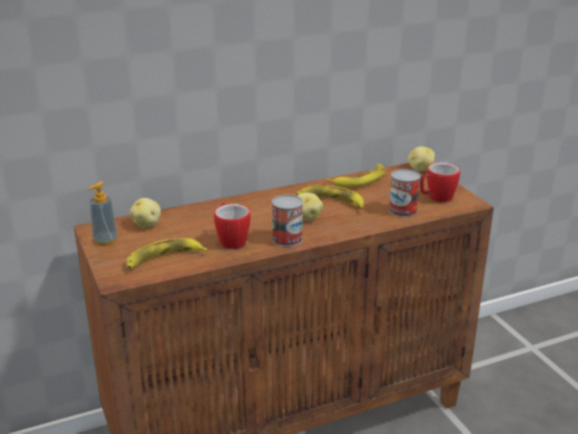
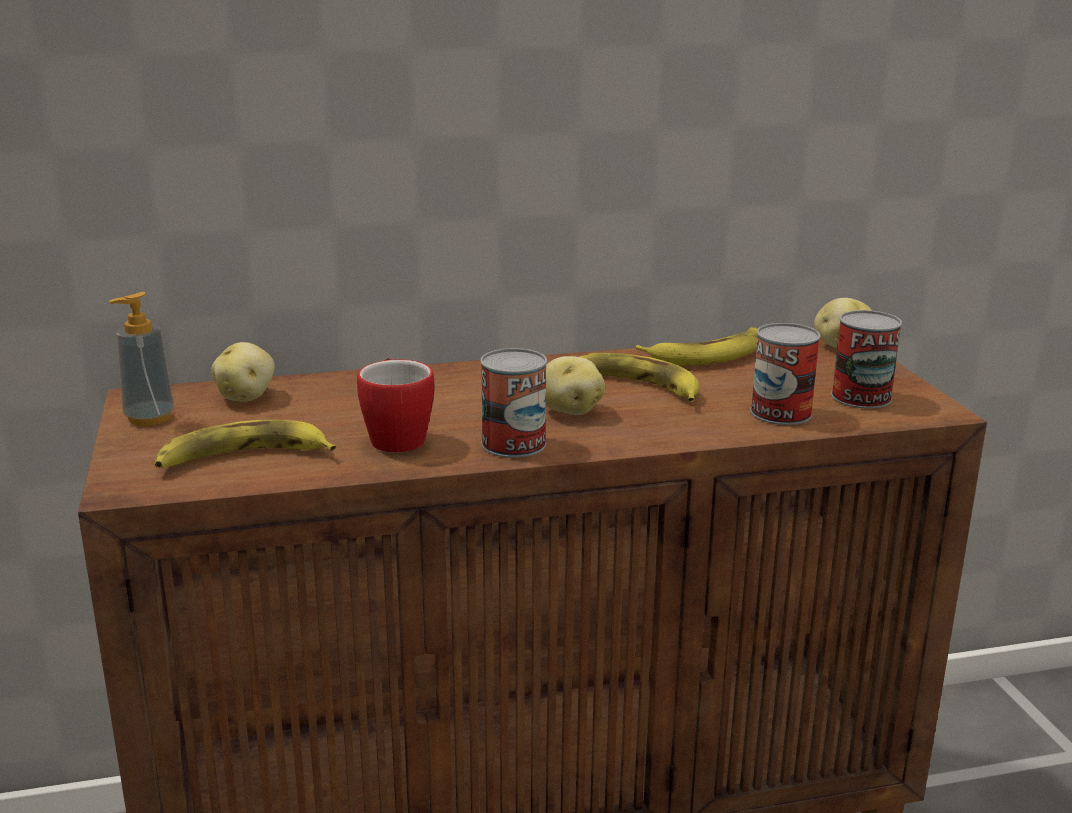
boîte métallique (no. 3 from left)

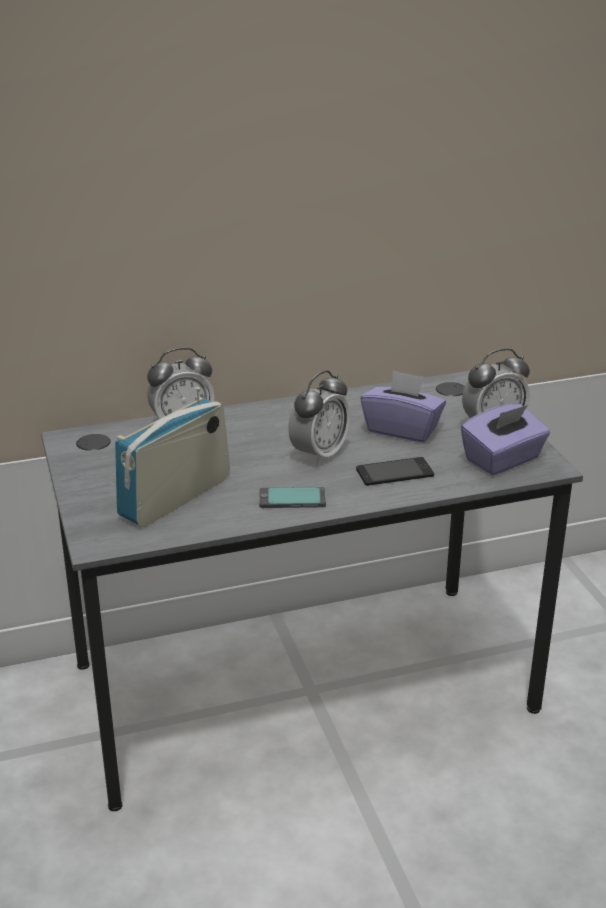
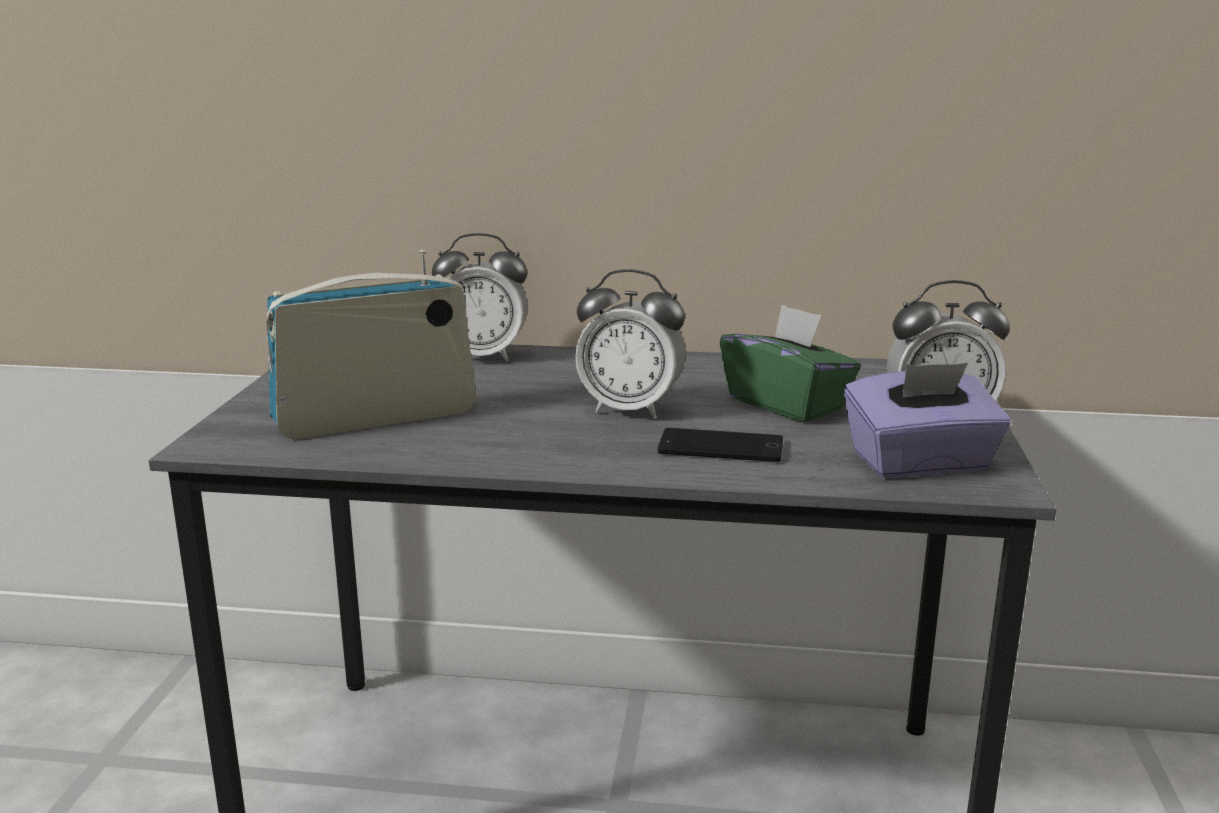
réveil (no. 2 from left)
boîte à mouchoirs [vert]
téléphone (no. 1 from left in the first image)

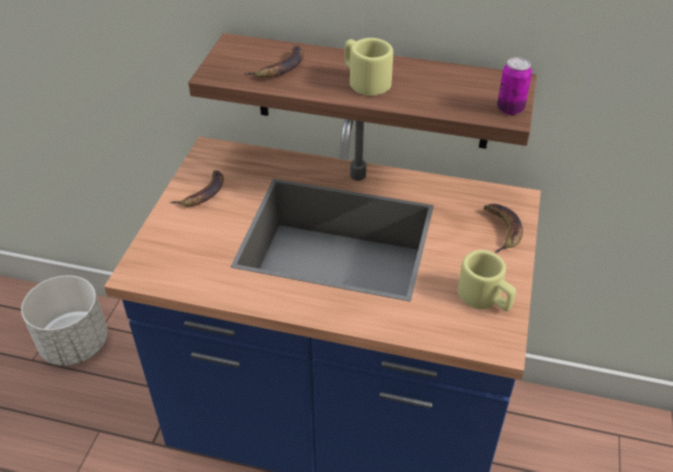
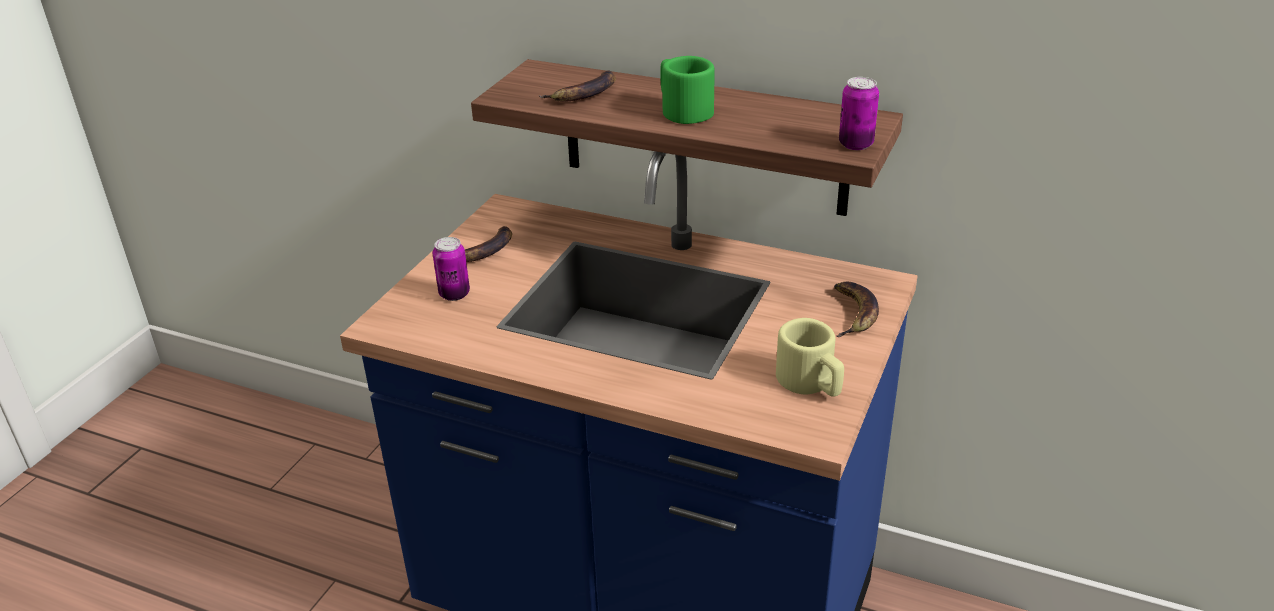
mug [vert]
cache-pot [blanc]
boîte métallique (no. 1 from left)

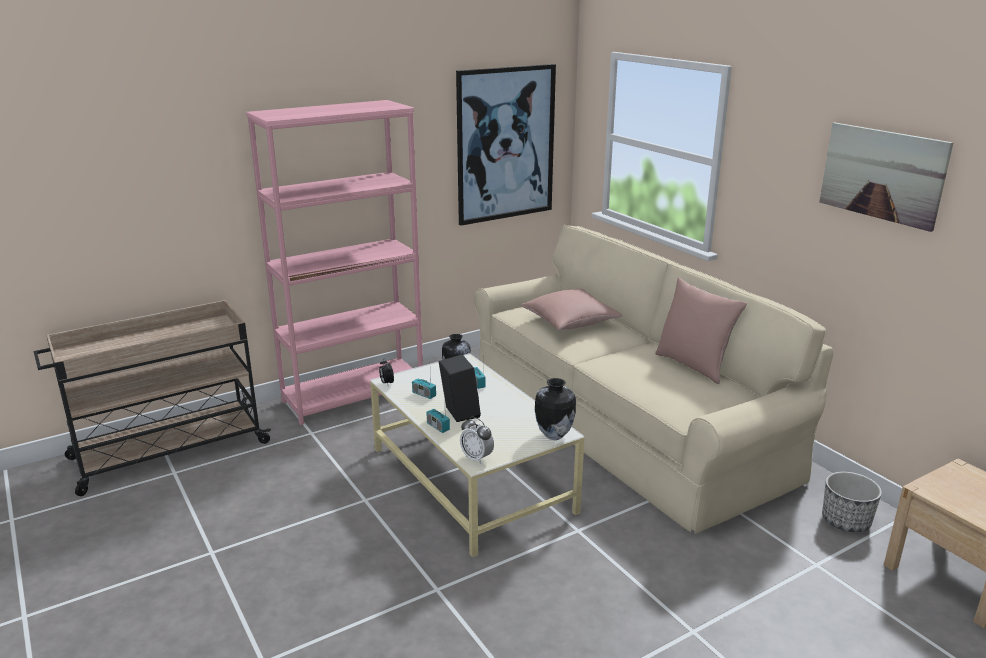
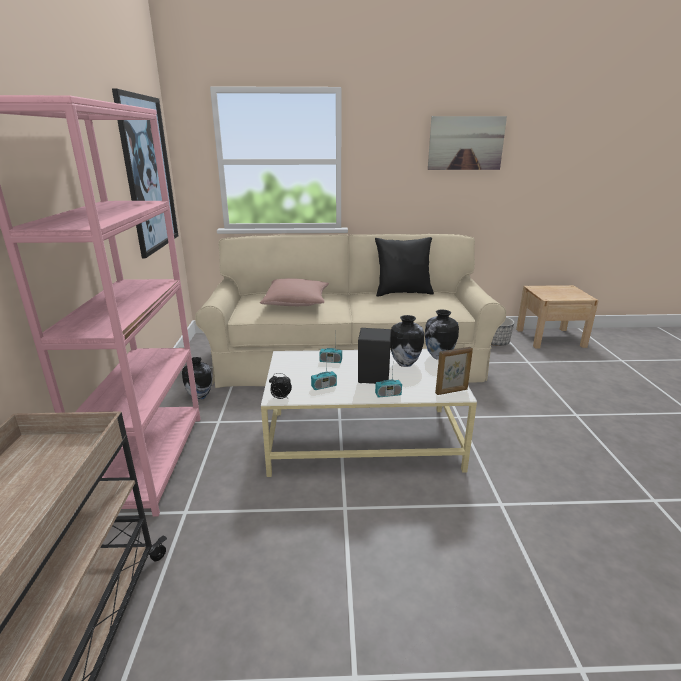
coussin [noir]
cadre photo
vase (no. 2 from left)

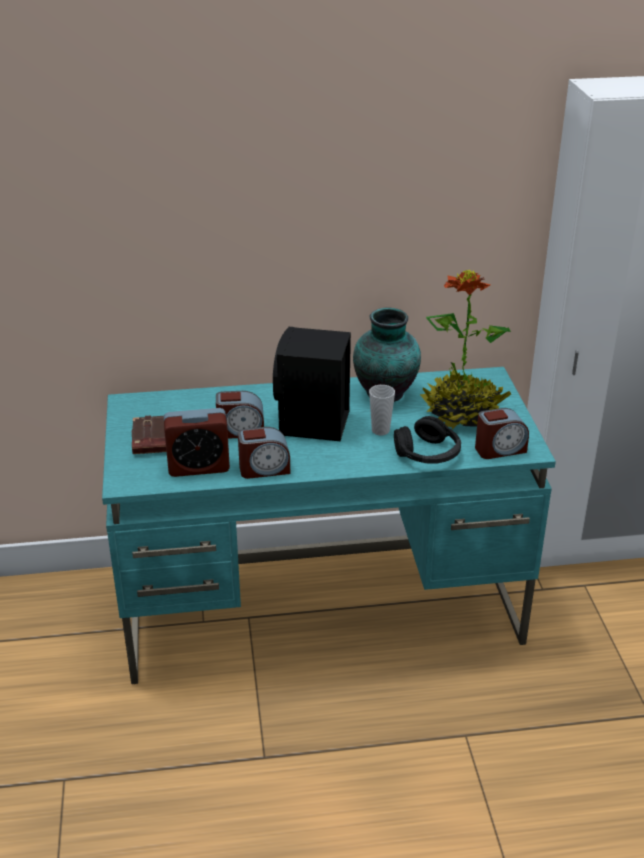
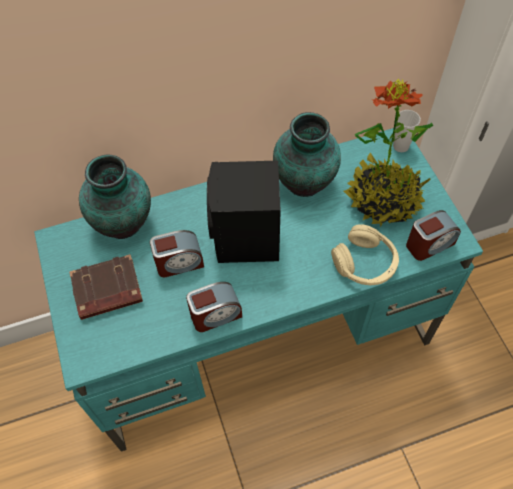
tasse
réveil (no. 1 from left in the first image)
casque audio [beige]
vase (no. 1 from left)

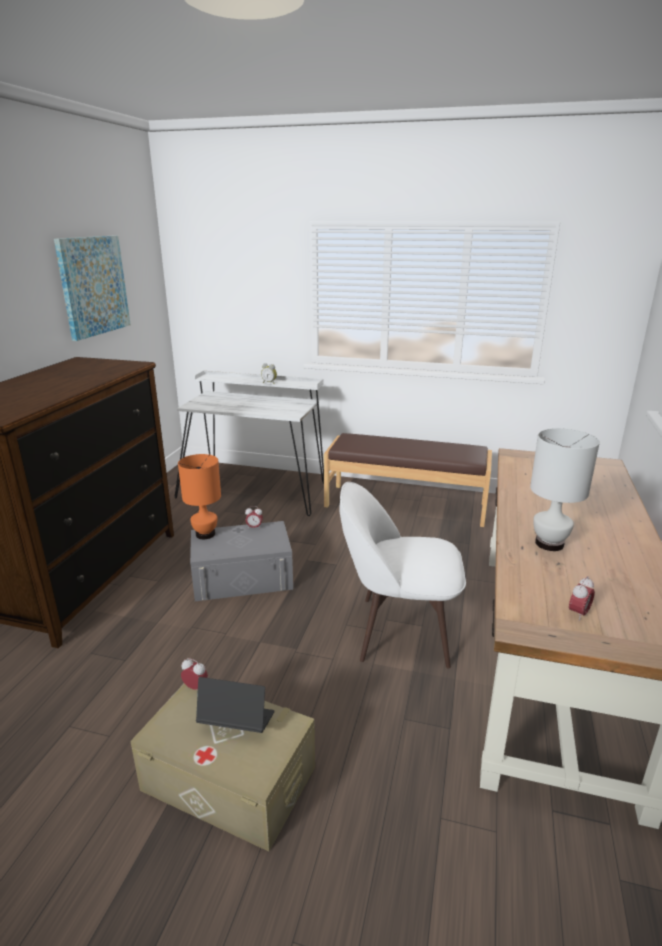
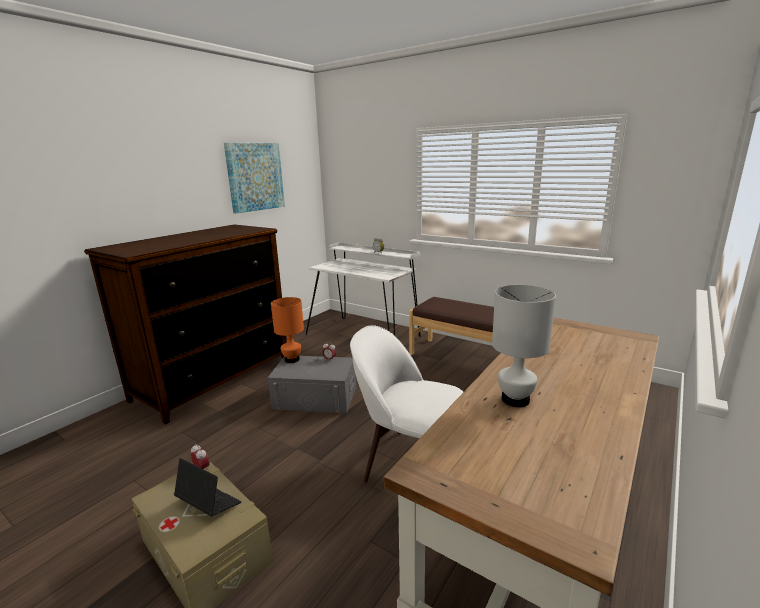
réveil (no. 4 from left in the first image)

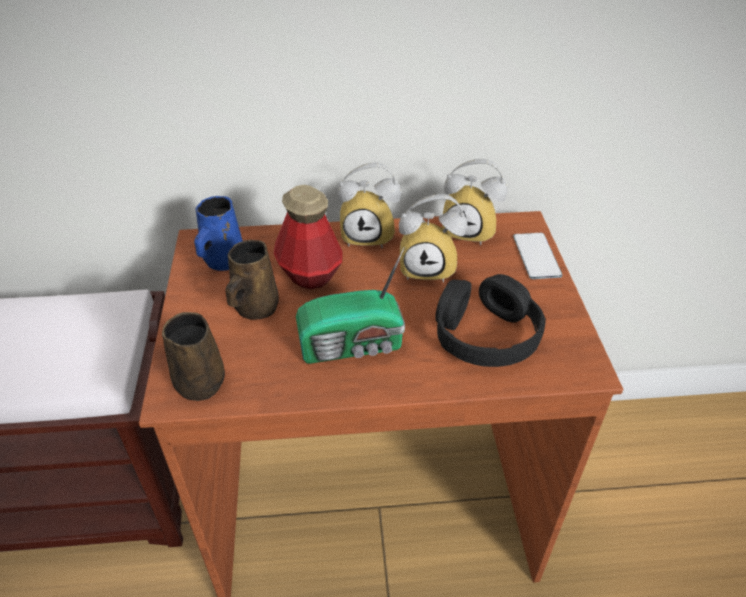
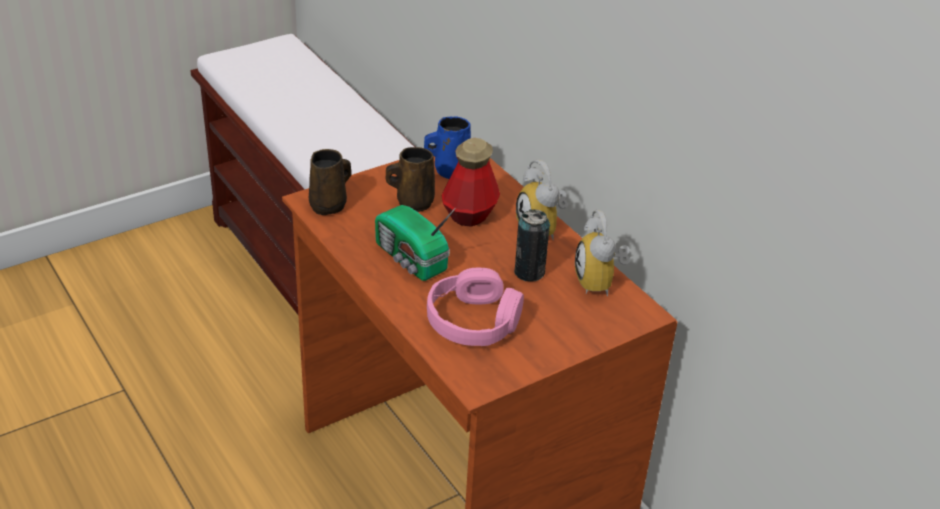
boîte métallique
téléphone
casque audio [rose]

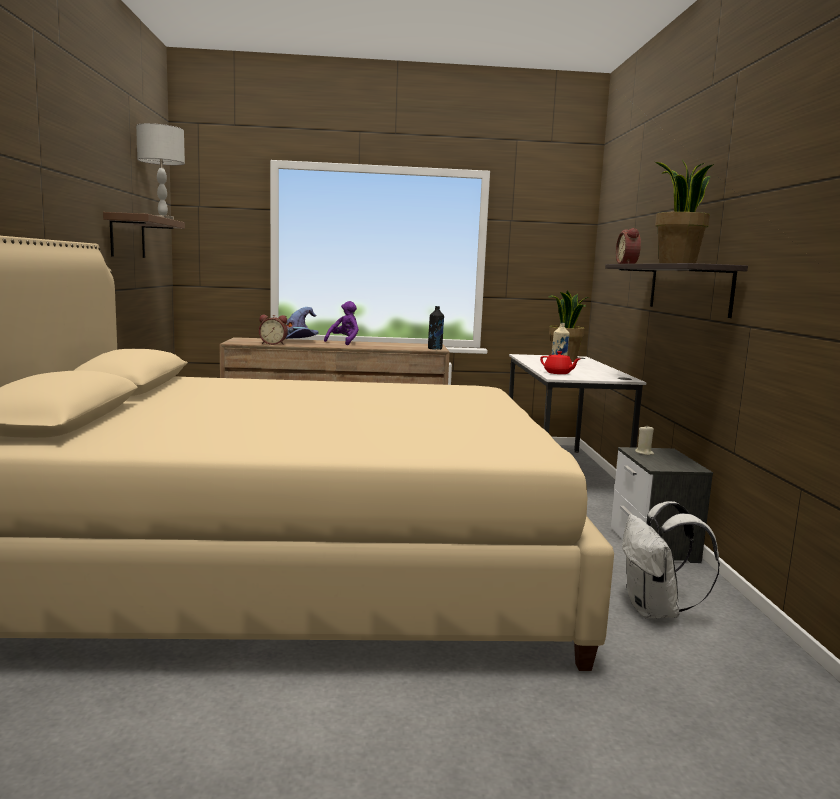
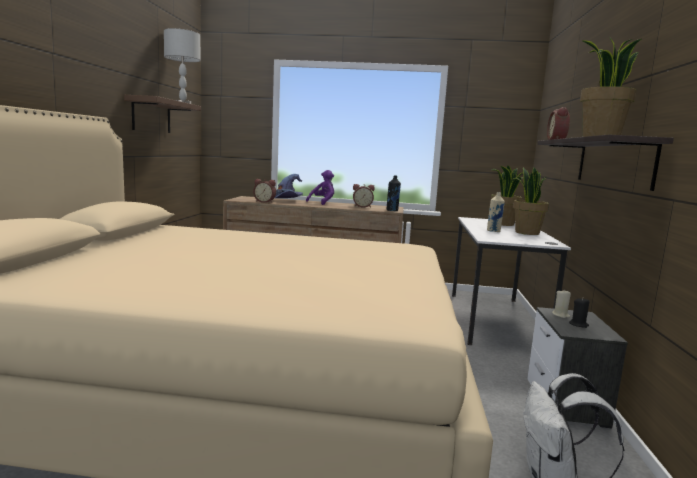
théière [rouge]
plante en pot (no. 2 from left)
réveil (no. 2 from left)
bougie [noir]

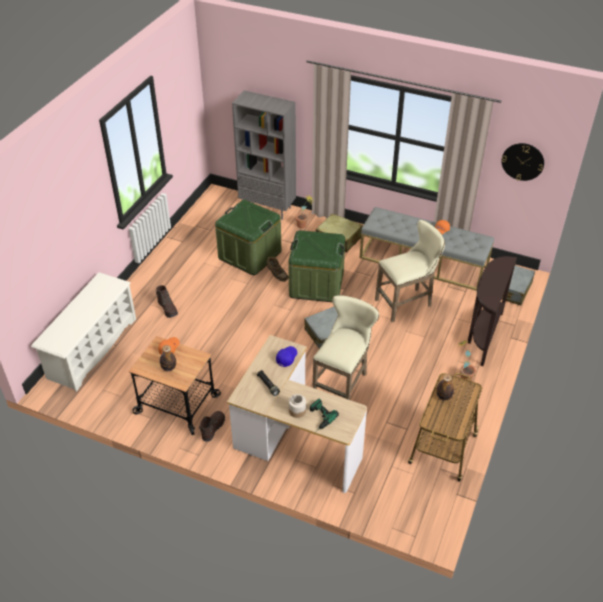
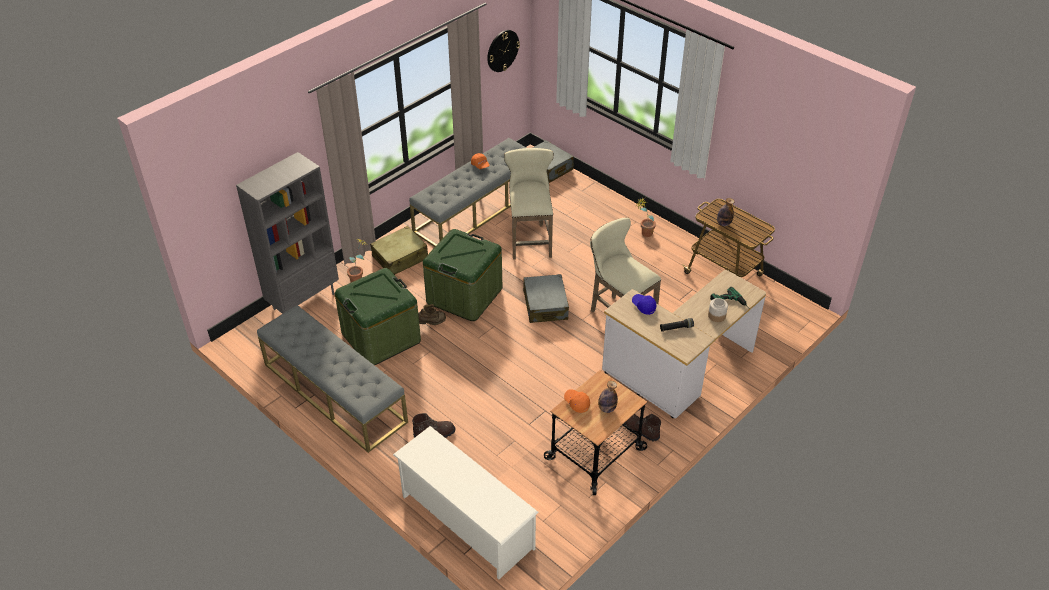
table console [marron]
banc [gris] (no. 1 from left)

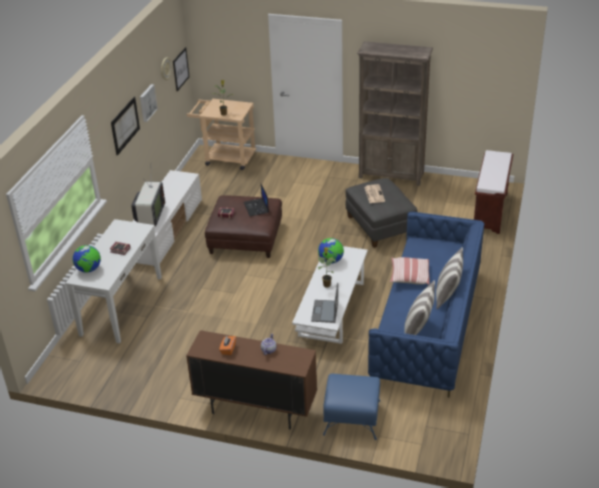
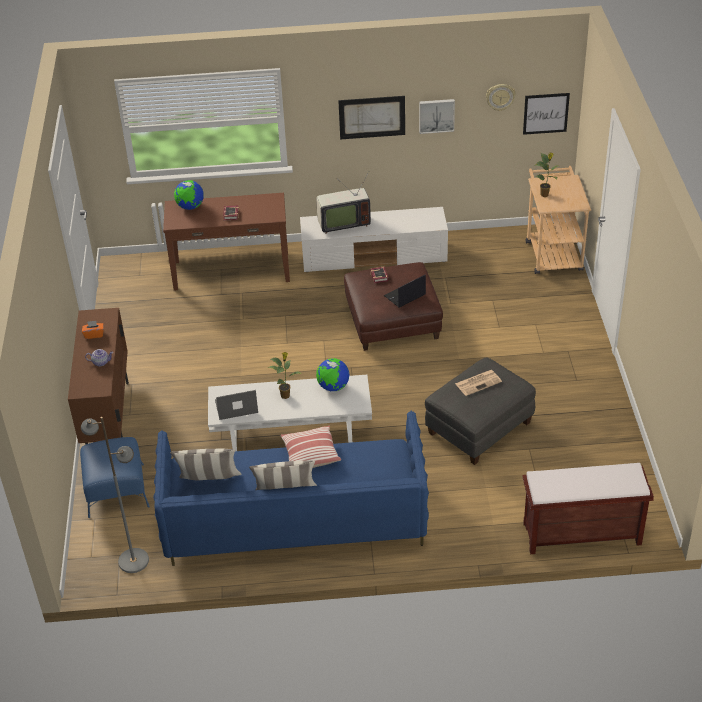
bibliothèque [marron]
table console [marron]
lampadaire [gris]

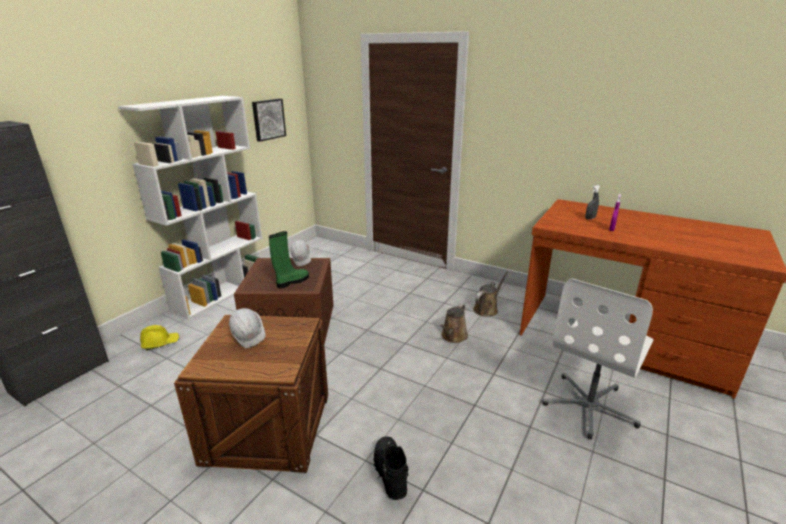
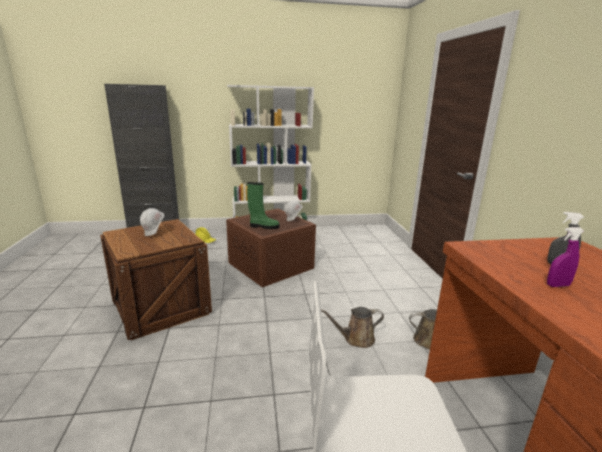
tableau
botte [noir]

